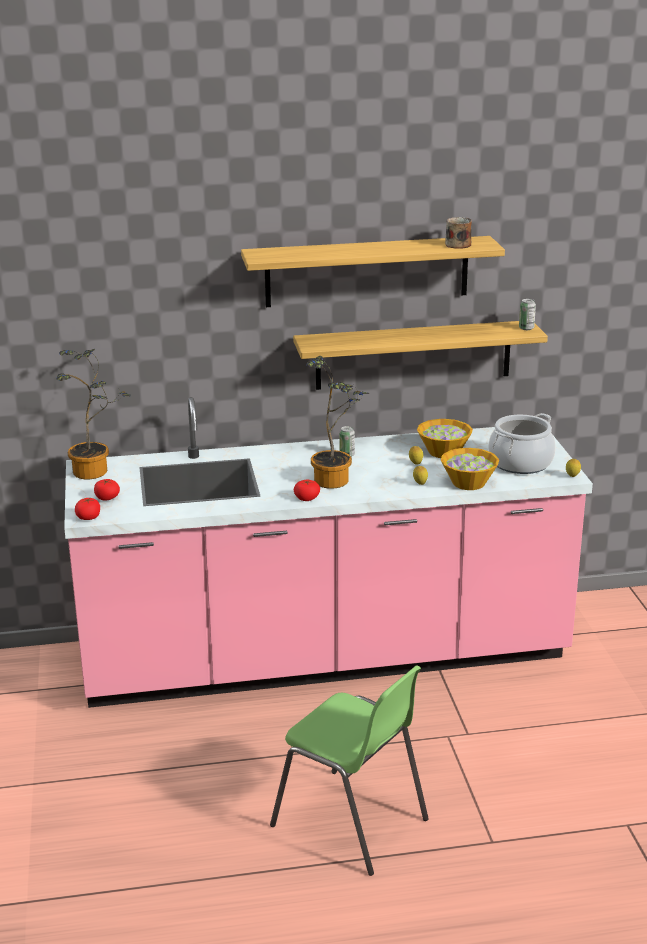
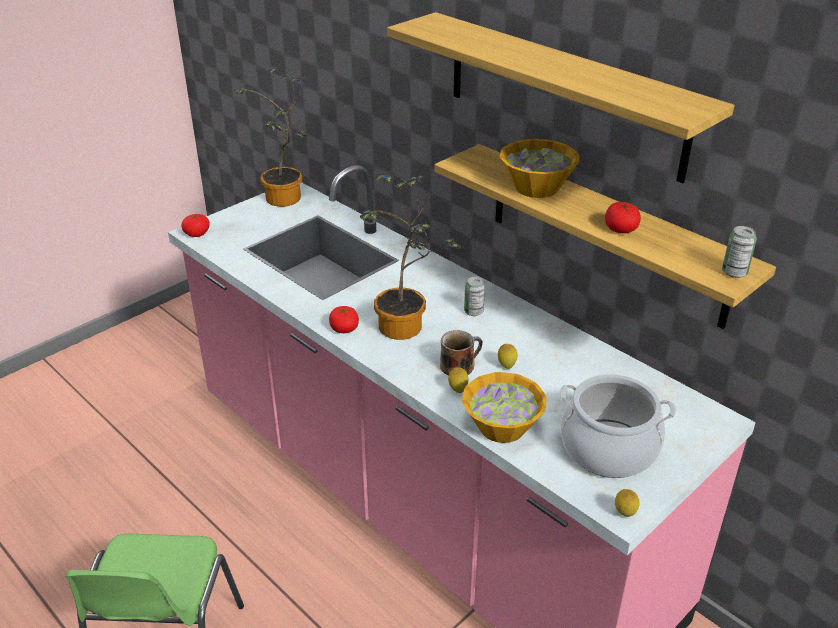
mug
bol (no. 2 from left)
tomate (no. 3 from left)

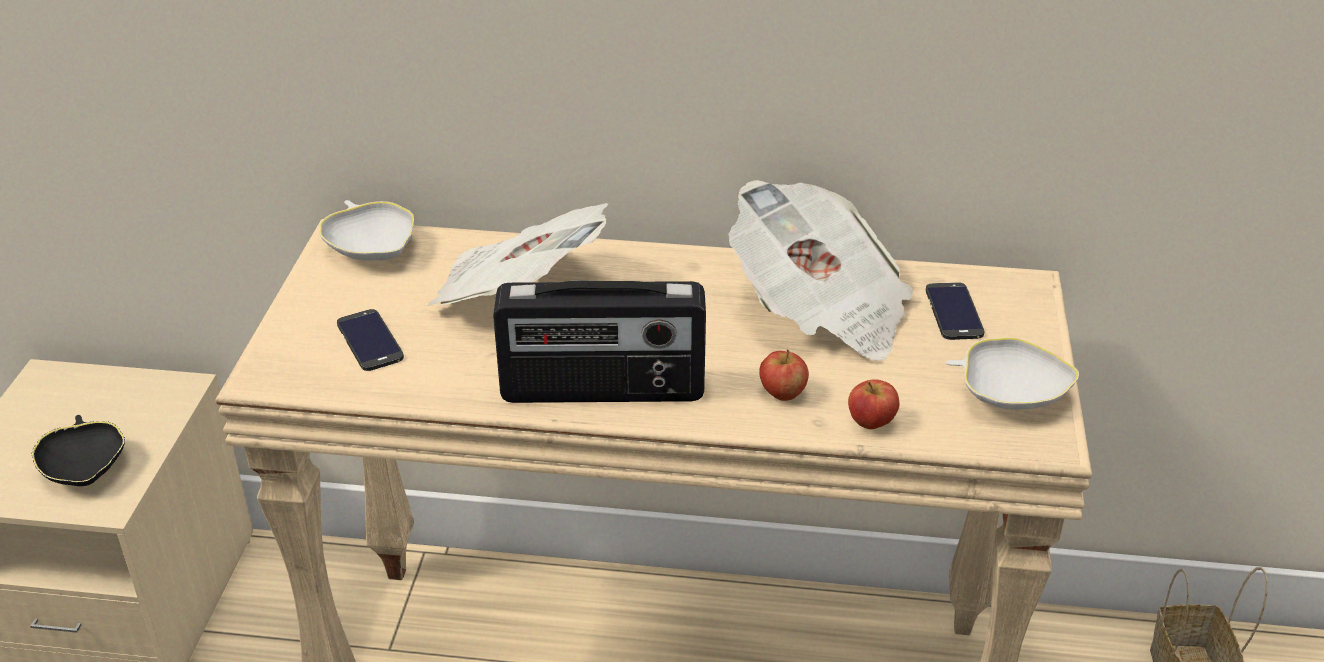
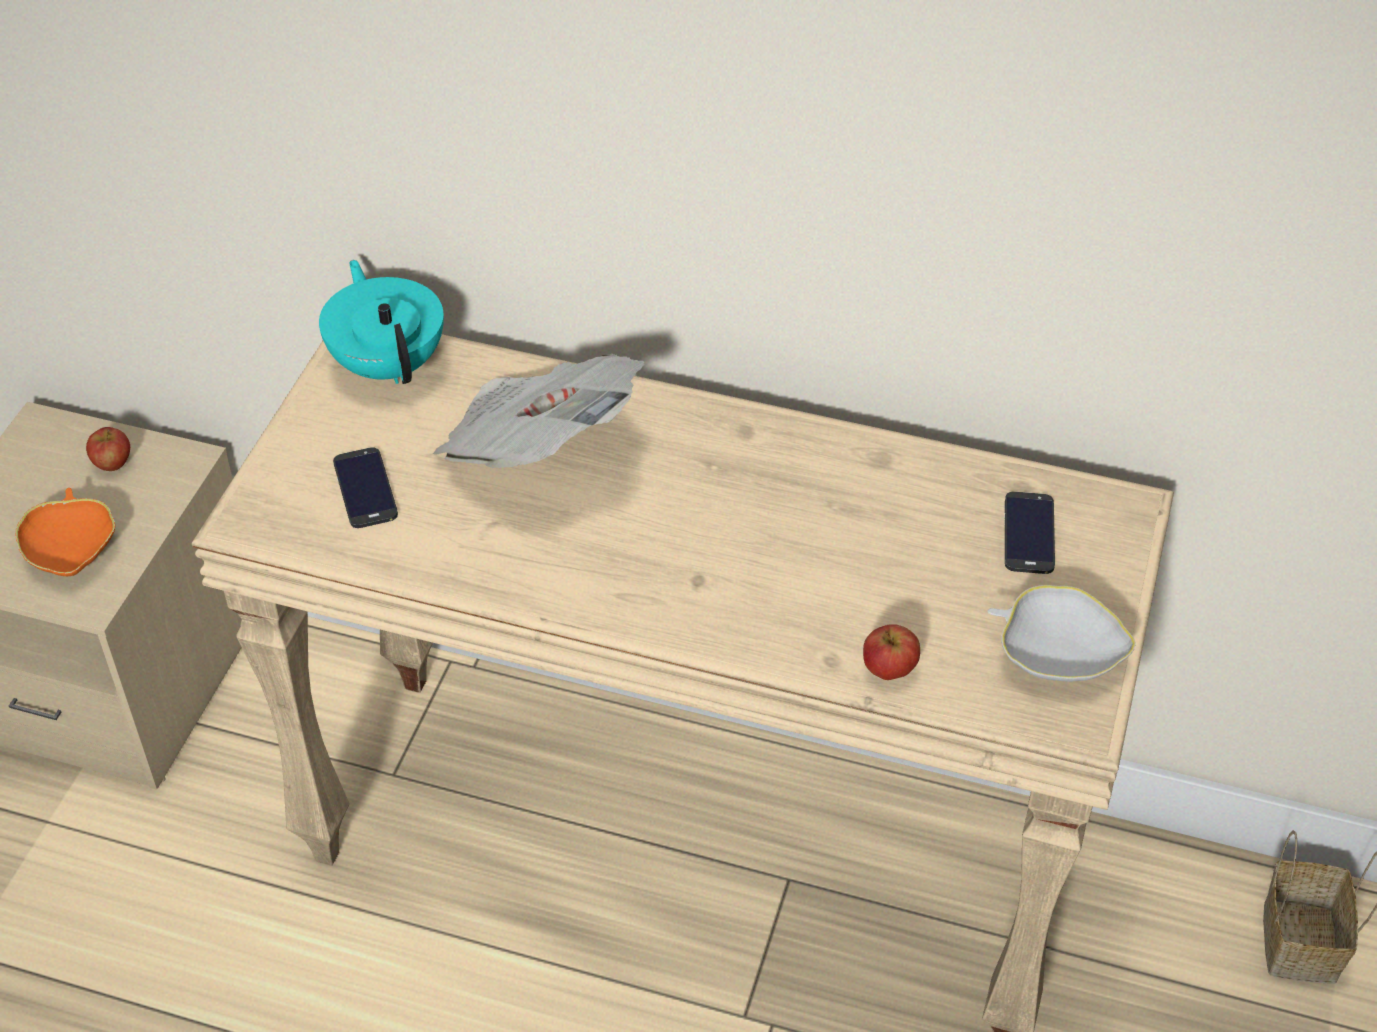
journal (no. 2 from left in the first image)
théière [turquoise]
radio
pomme (no. 1 from left)
bol [orange]

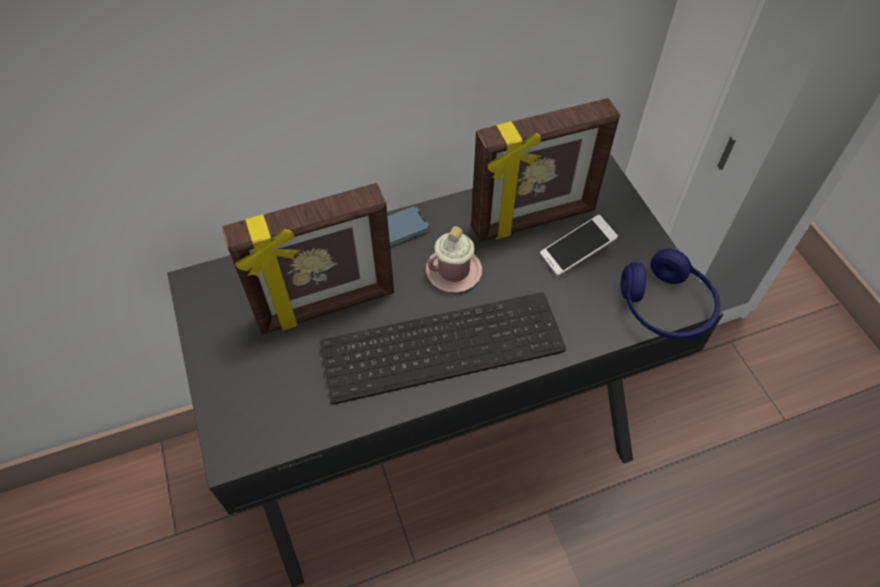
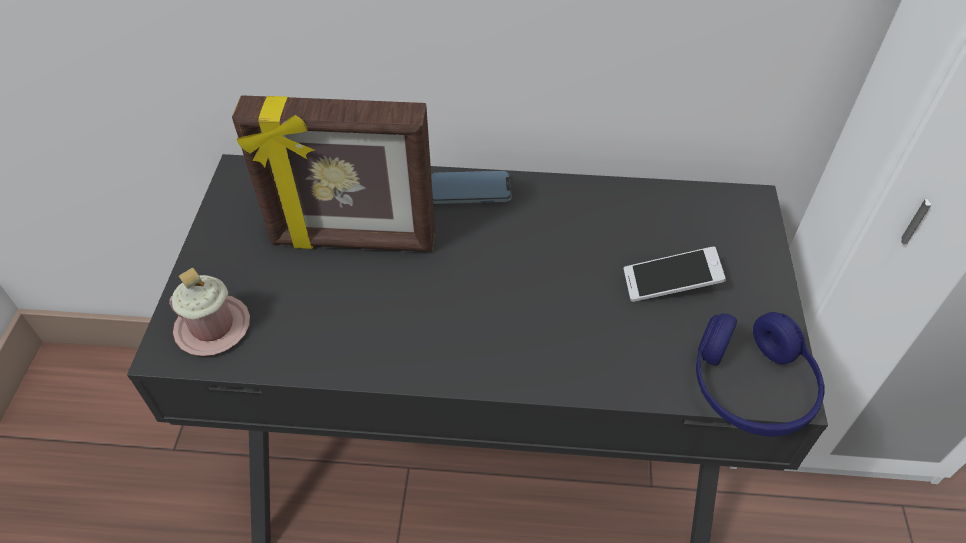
cadre photo (no. 2 from left in the first image)
mug [rose]
clavier

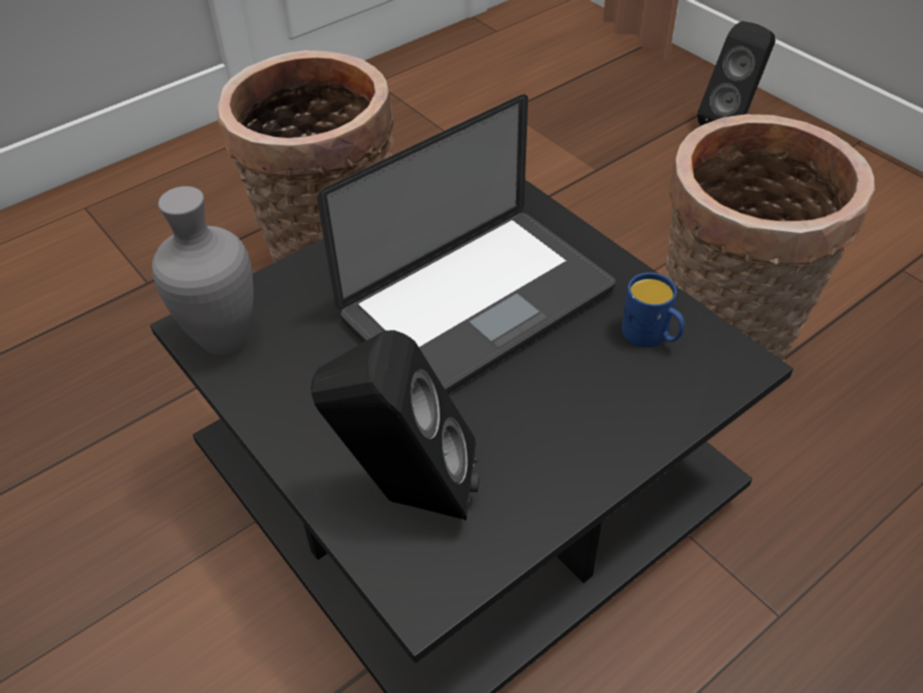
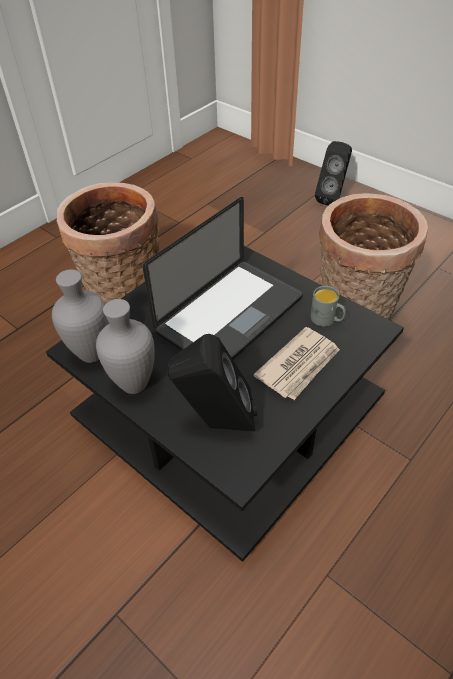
mug [gris]
vase [gris] (no. 2 from left)
journal

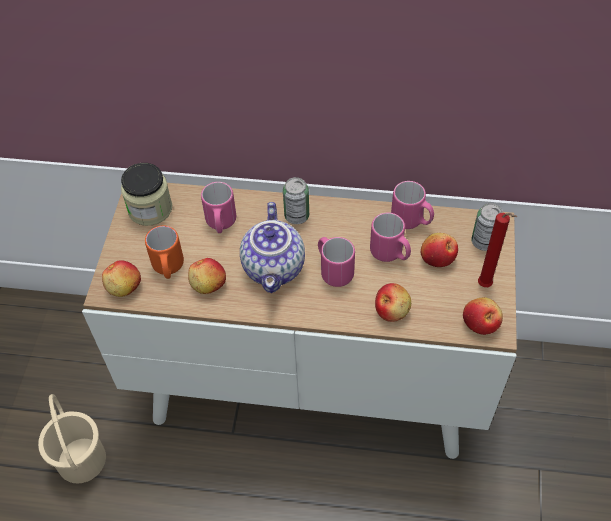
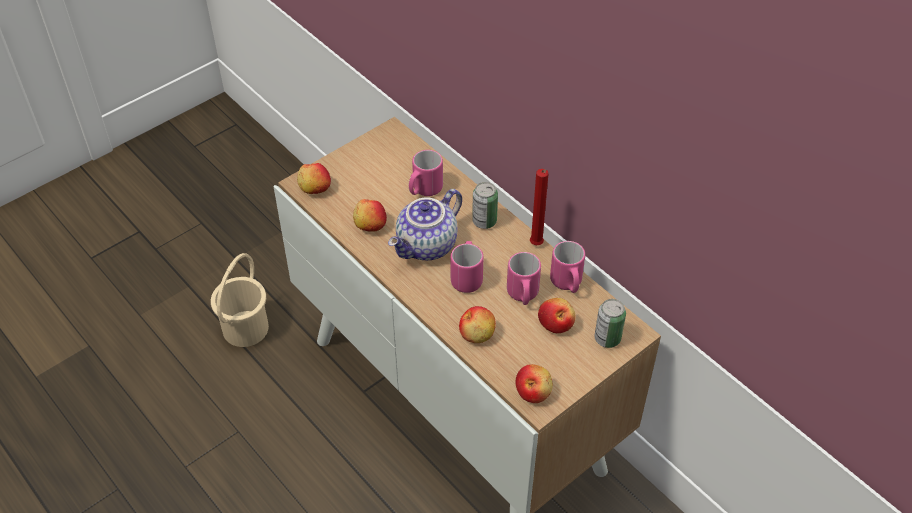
bocal
bougie [rouge]
mug [orange]

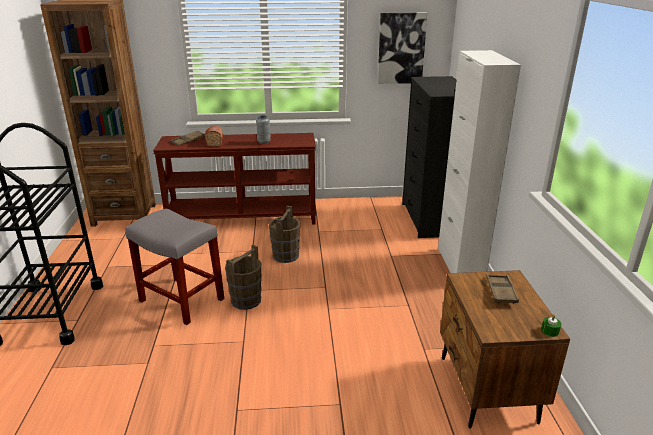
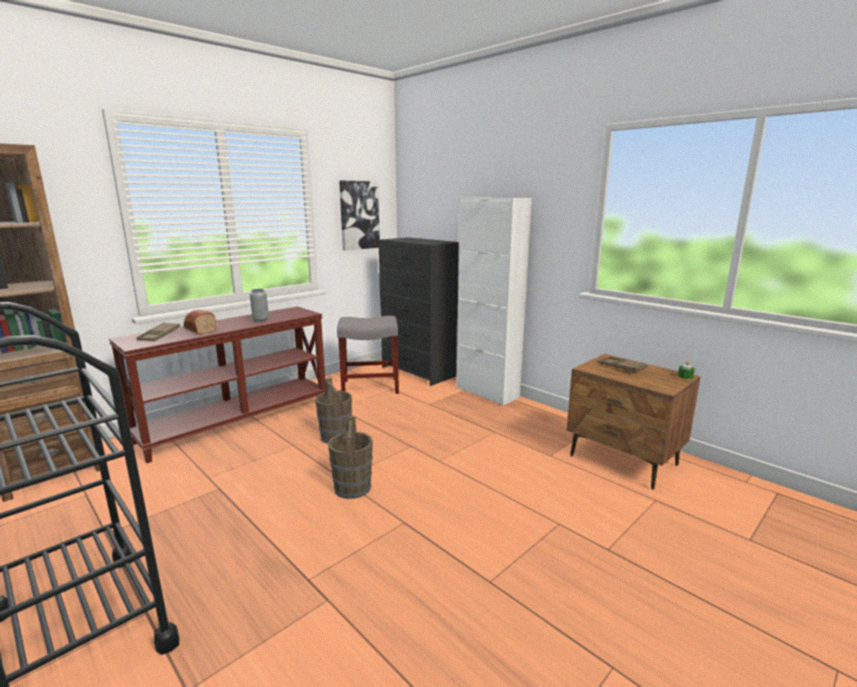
tabouret [gris]

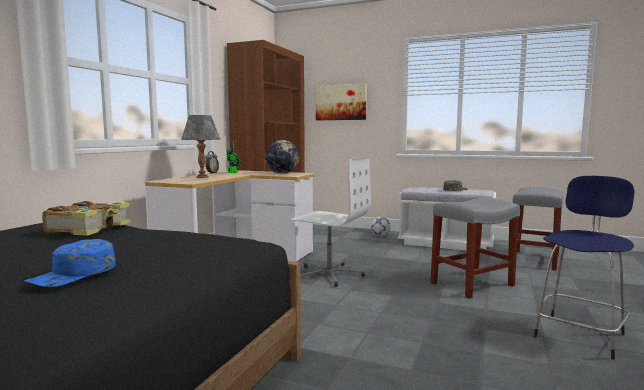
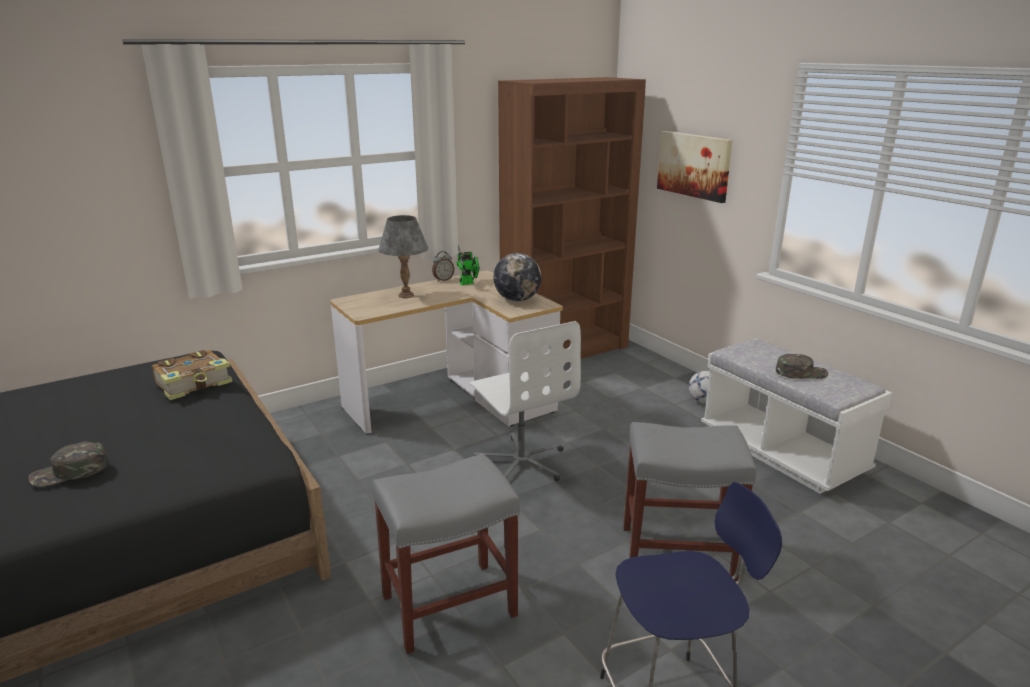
tabouret [gris] (no. 1 from left)
casquette [vert] (no. 1 from left)

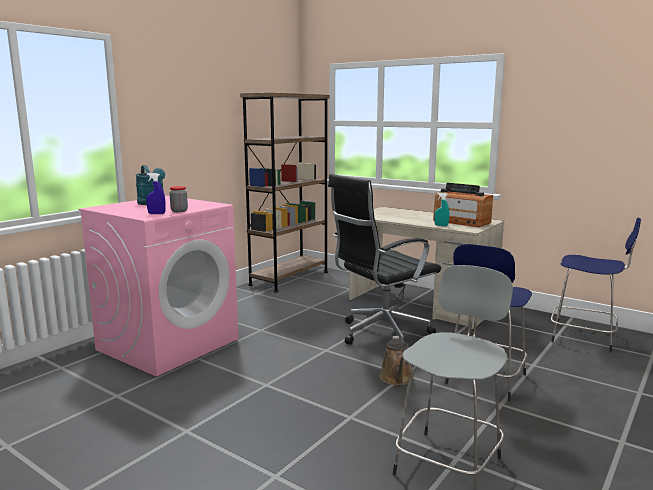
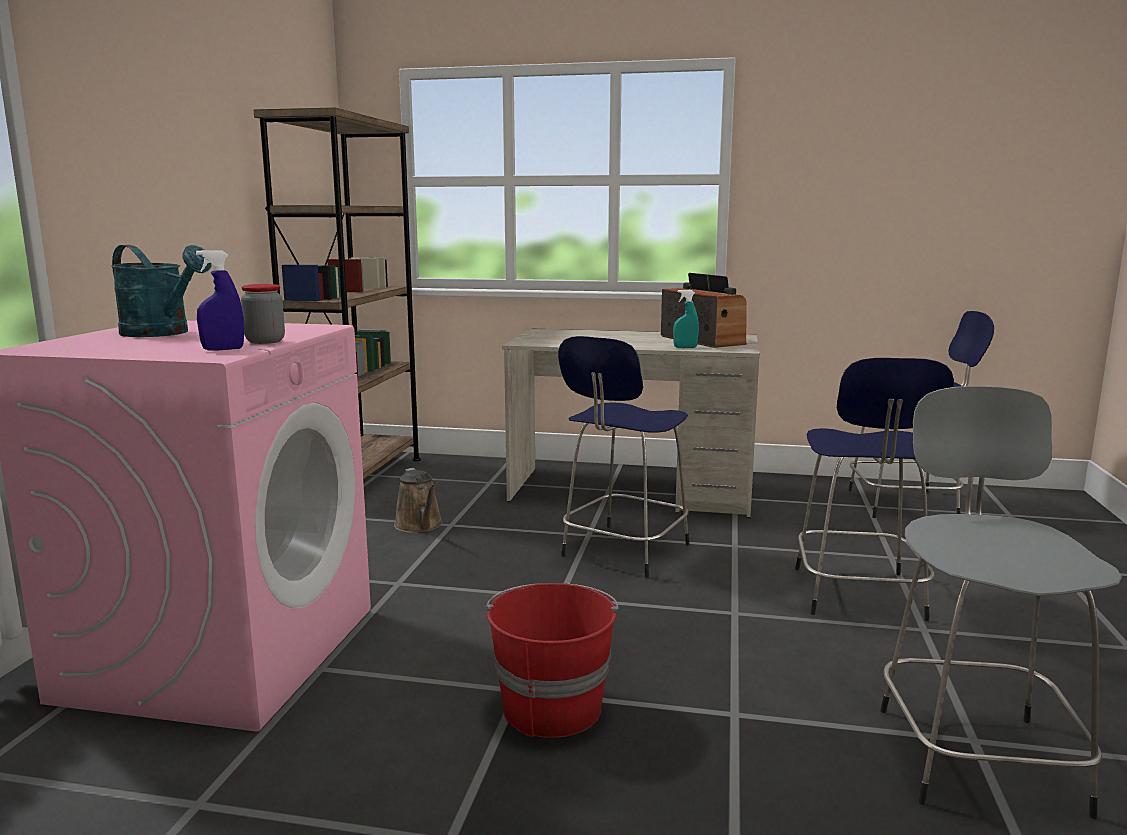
tabouret [bleu] (no. 1 from left)
radio
arrosoir [marron]
seau [rouge]

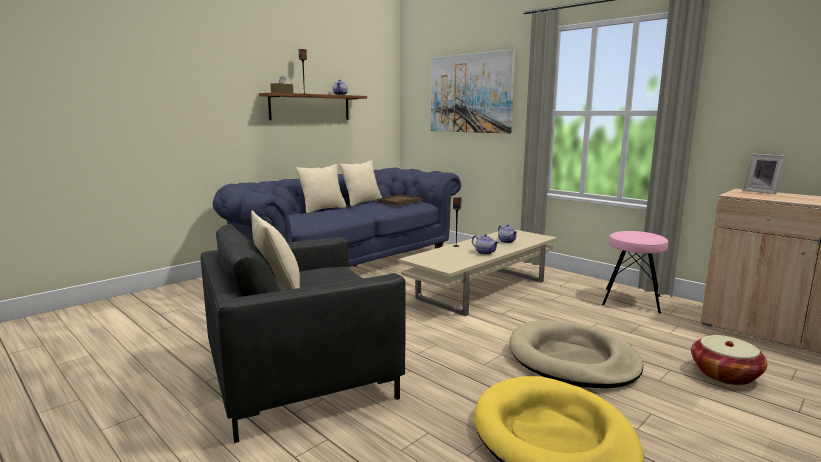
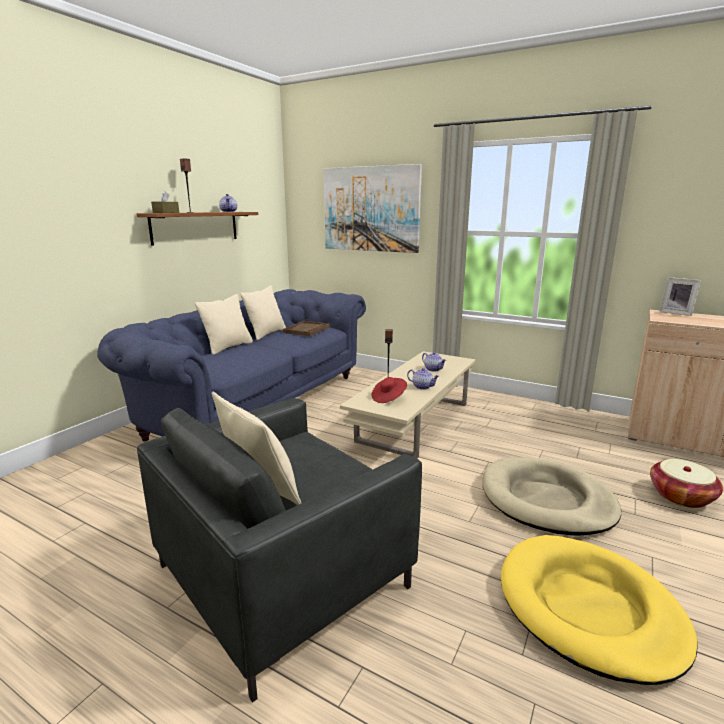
tabouret [rose]
chapeau [rouge]

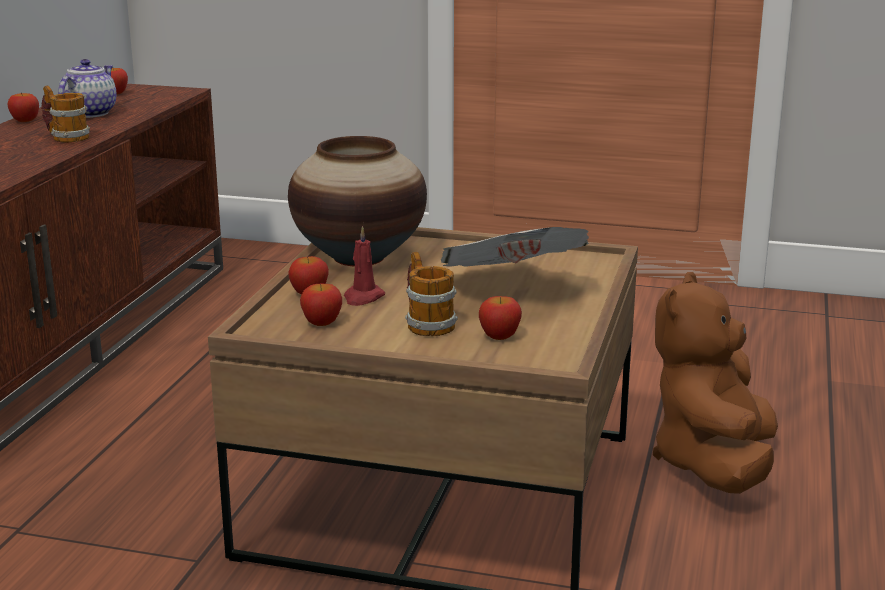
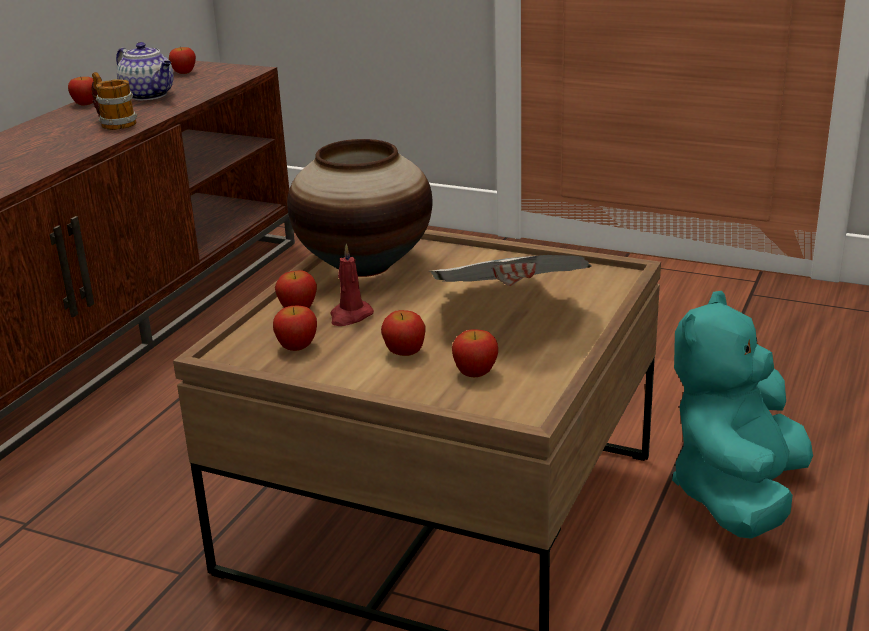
théière
pomme (no. 5 from left)
peluche [turquoise]

